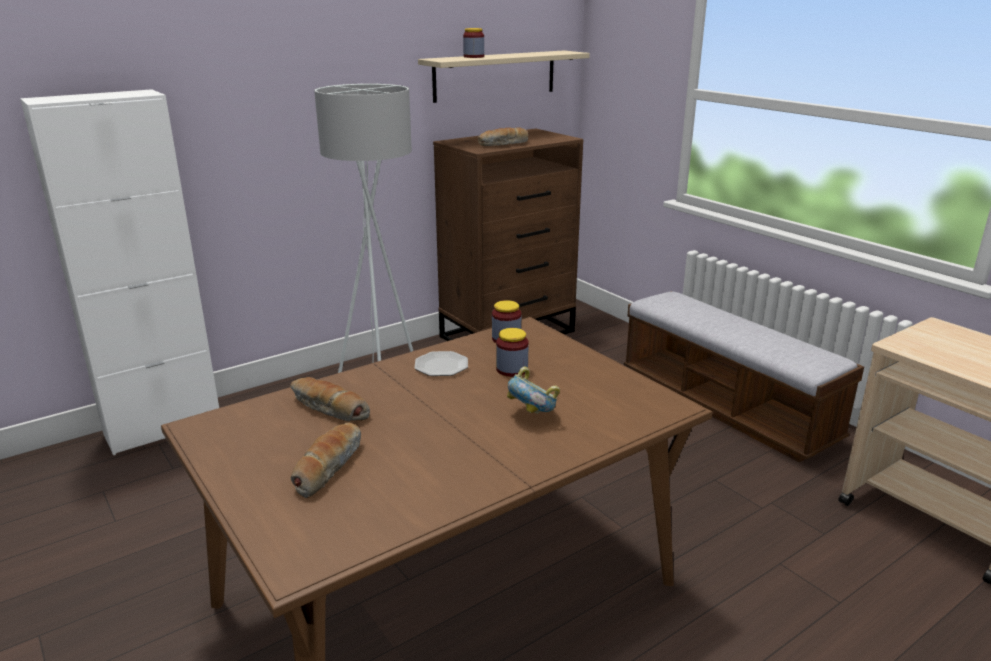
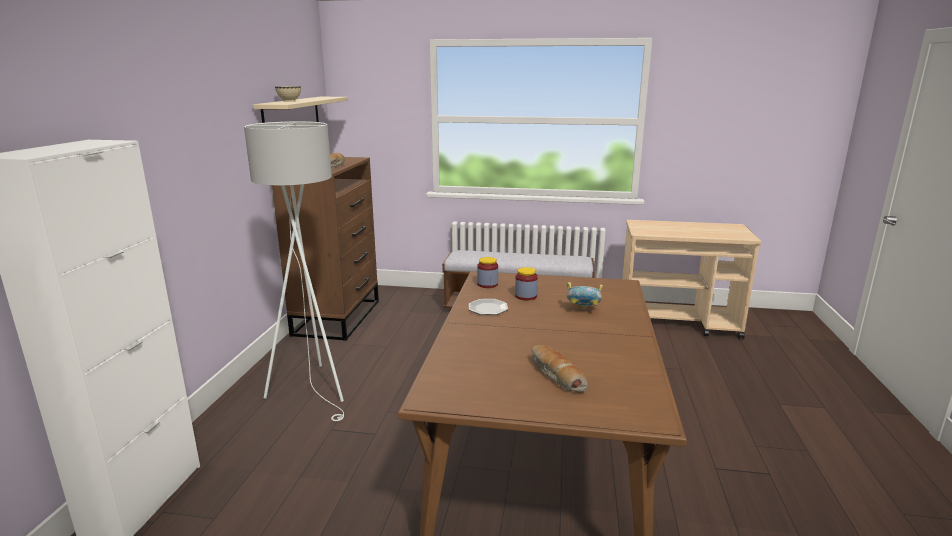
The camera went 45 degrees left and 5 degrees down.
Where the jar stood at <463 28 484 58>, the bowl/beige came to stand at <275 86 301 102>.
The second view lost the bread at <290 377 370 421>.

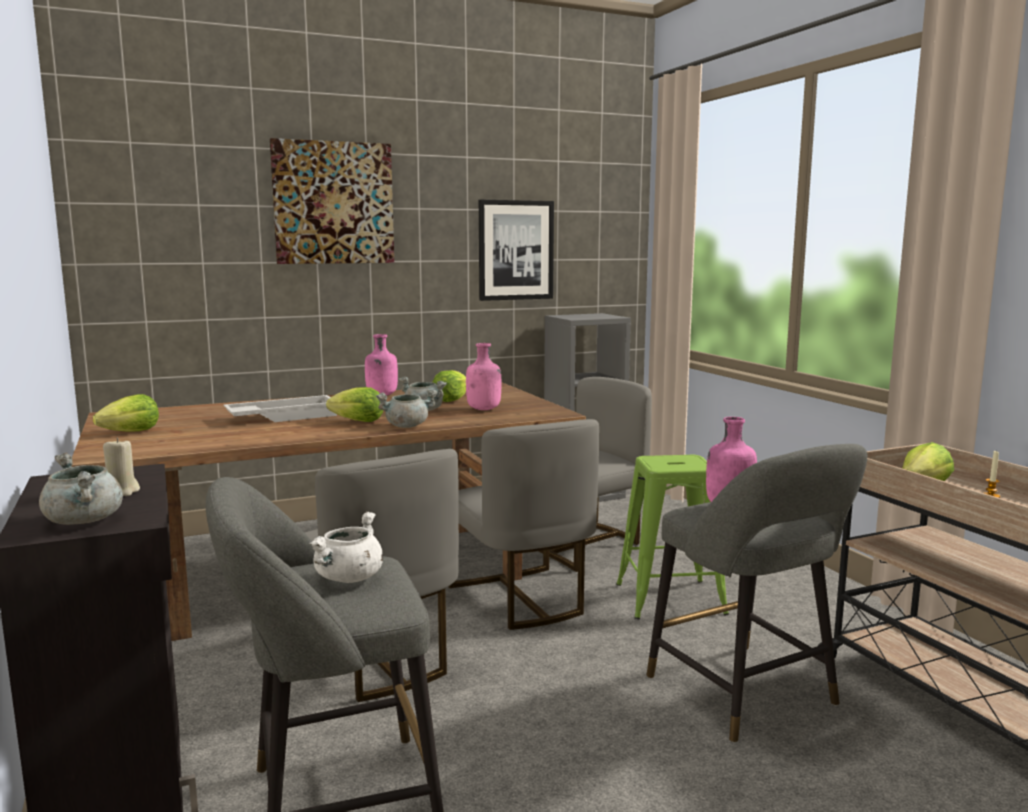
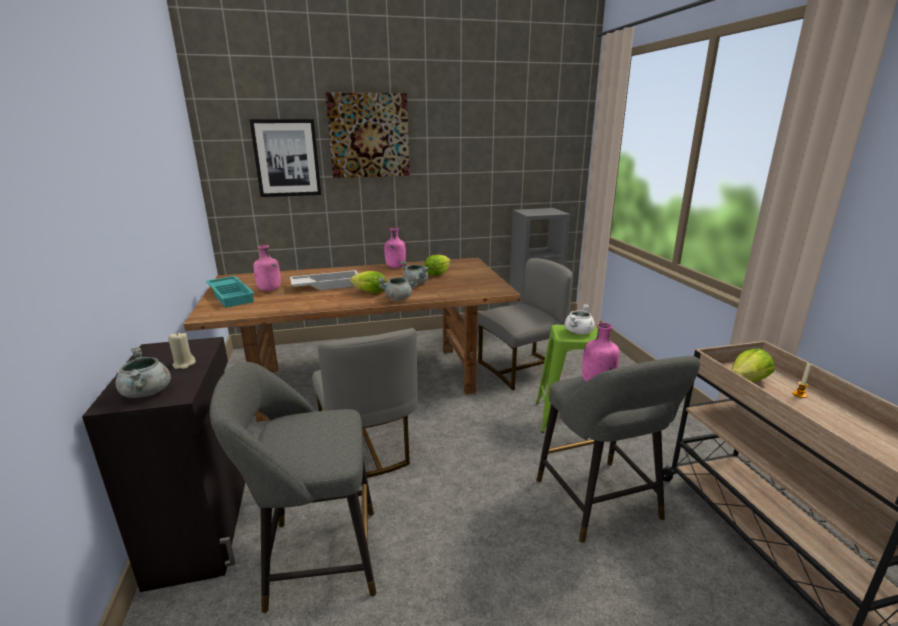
The camera went 10 degrees right and 10 degrees up.
Where the lettuce stood at <93 394 159 432>, the tray/turquoise came to stand at <206 276 255 308>.
The picture ended up elsewhere, having gone from <479 200 554 301> to <249 119 321 197>.
The bottle/pink ended up elsewhere, having gone from <466 343 501 410> to <254 245 281 291>.
The cooking pot/white ended up elsewhere, having gone from <309 512 383 583> to <565 304 595 335>.
The second view lost the chair/grey at <448 419 599 630>.

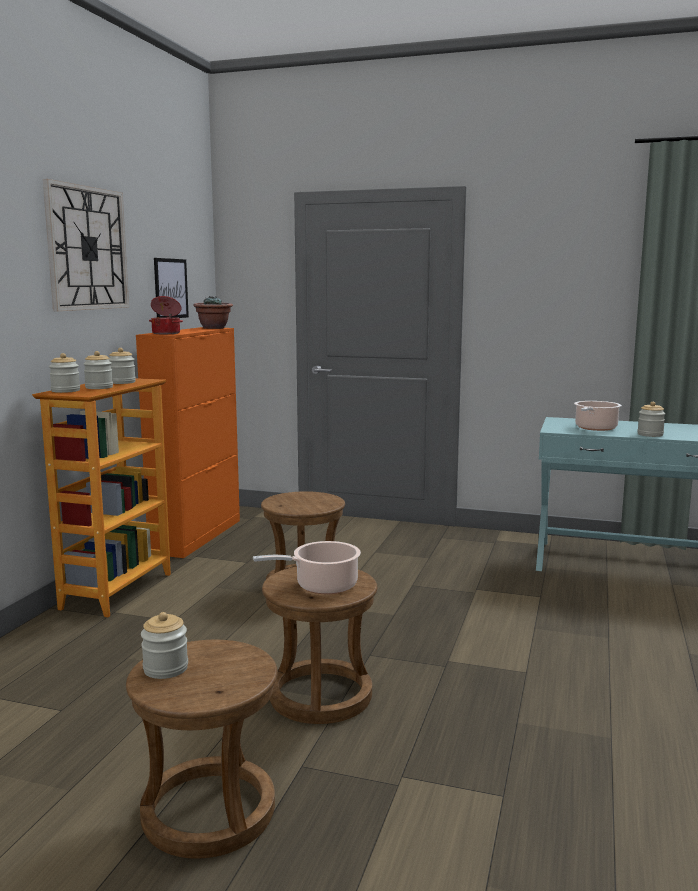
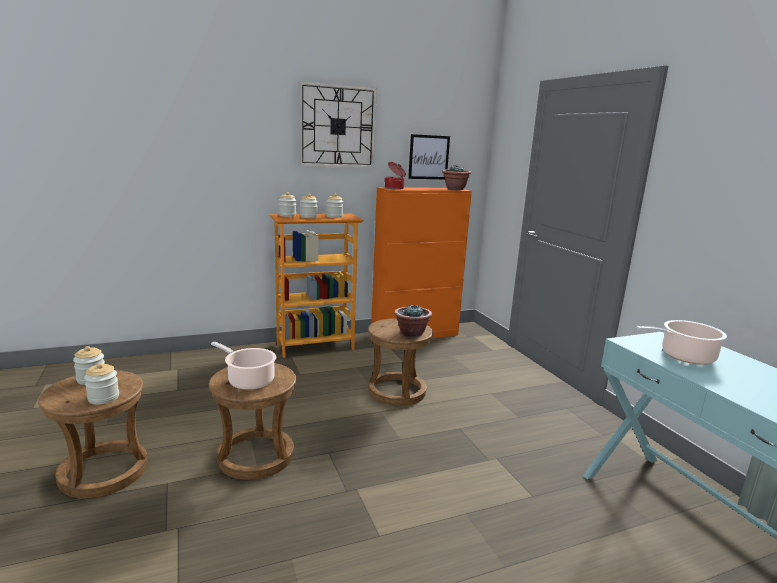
The camera went 50 degrees right and 5 degrees up.
The jar ended up elsewhere, having gone from <637 402 666 437> to <84 363 119 405>.
The second view gained the potted plant at <394 304 432 338>.

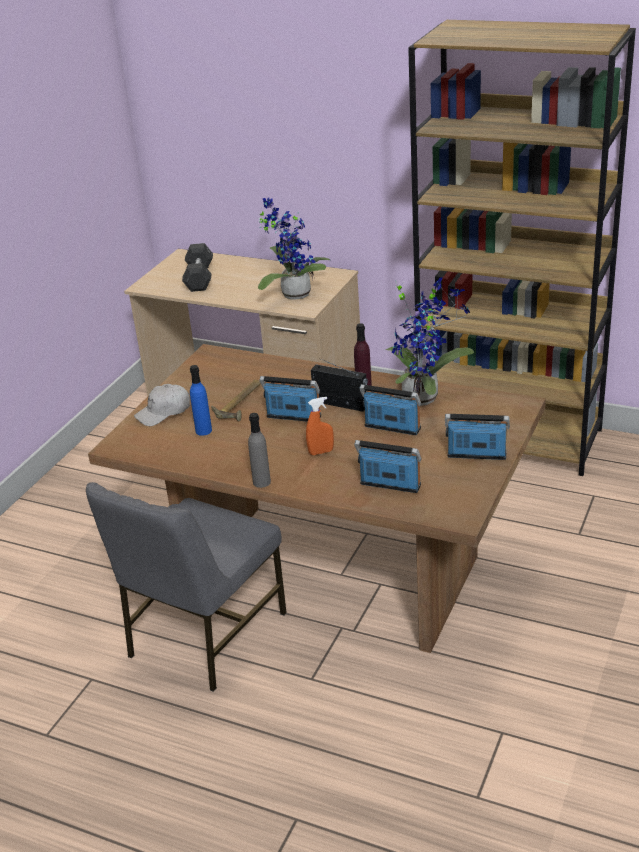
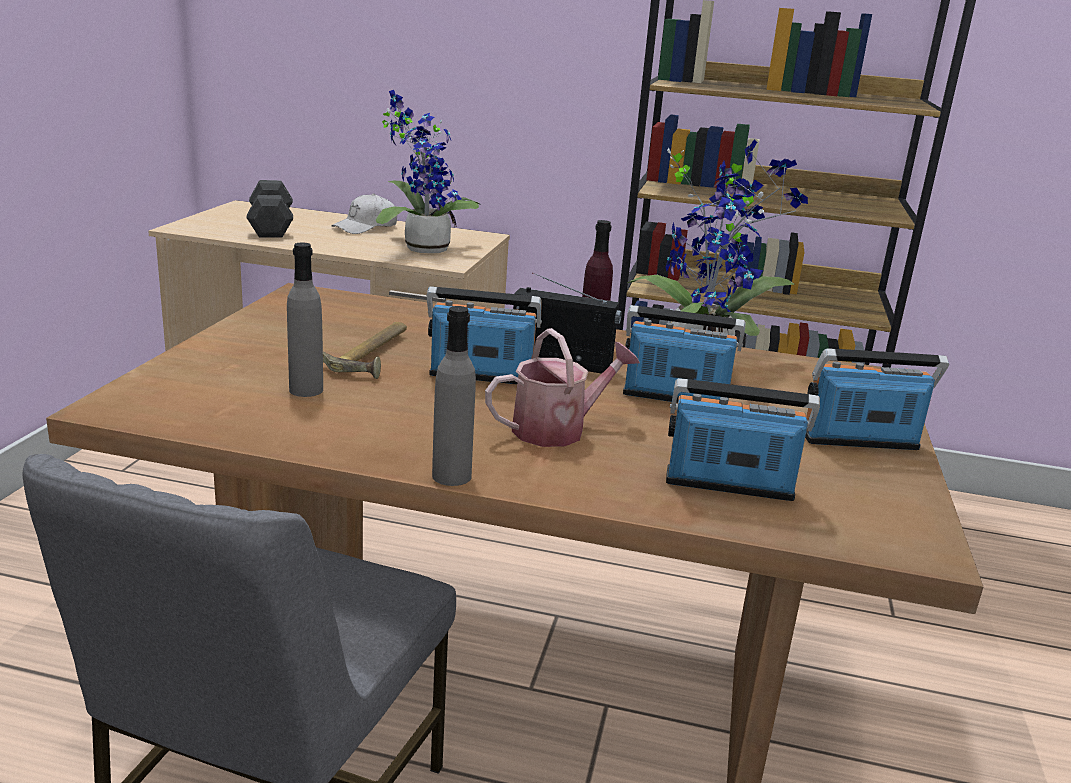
The camera went 15 degrees left and 10 degrees down.
What was the bottle/blue at <190 365 212 436> turned into the bottle/grey at <287 243 323 397>.
The cap/white ended up elsewhere, having gone from <134 384 190 426> to <331 193 397 234>.
Where the spray bottle/orange stood at <306 397 334 455>, the watering can came to stand at <485 328 640 447>.

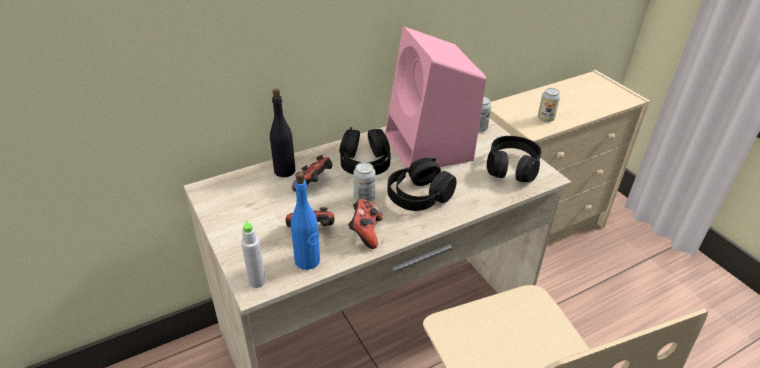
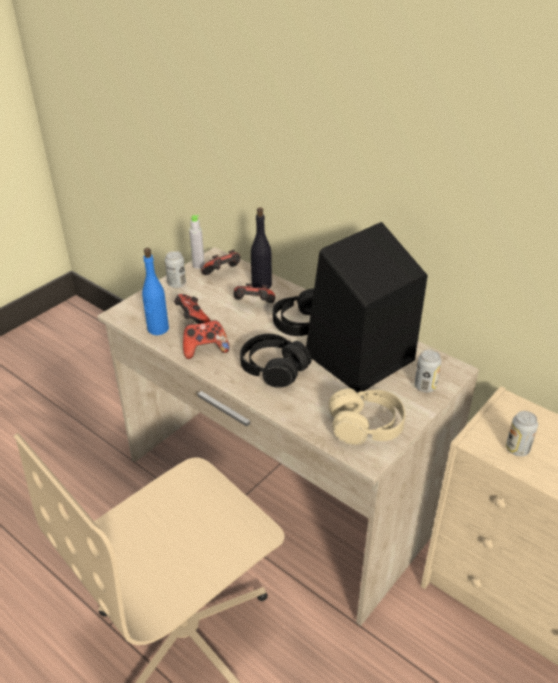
The camera went 70 degrees right and 0 degrees up.
The can ended up elsewhere, having gone from <354 162 375 202> to <165 251 186 288>.
The bottle/grey ended up elsewhere, having gone from <241 221 266 288> to <189 215 205 269>.
The second view gained the game controller at <201 250 240 275>.
What was the speaker/pink at <385 26 486 168> turned into the speaker/black at <306 222 428 392>.
What was the headphones/black at <487 136 541 182> turned into the headphones/beige at <328 388 405 445>.

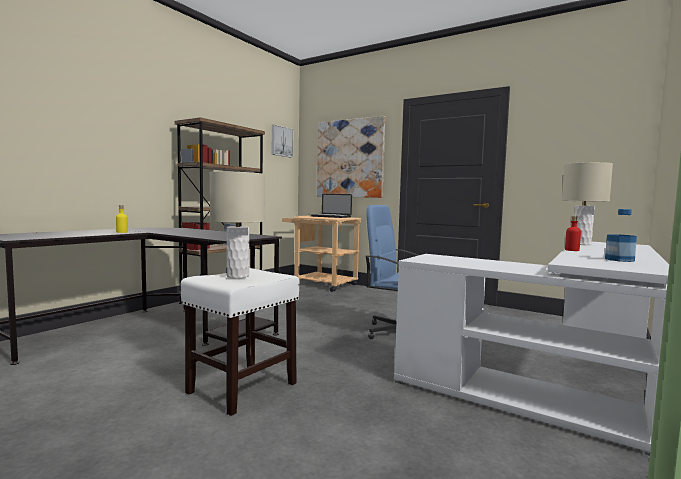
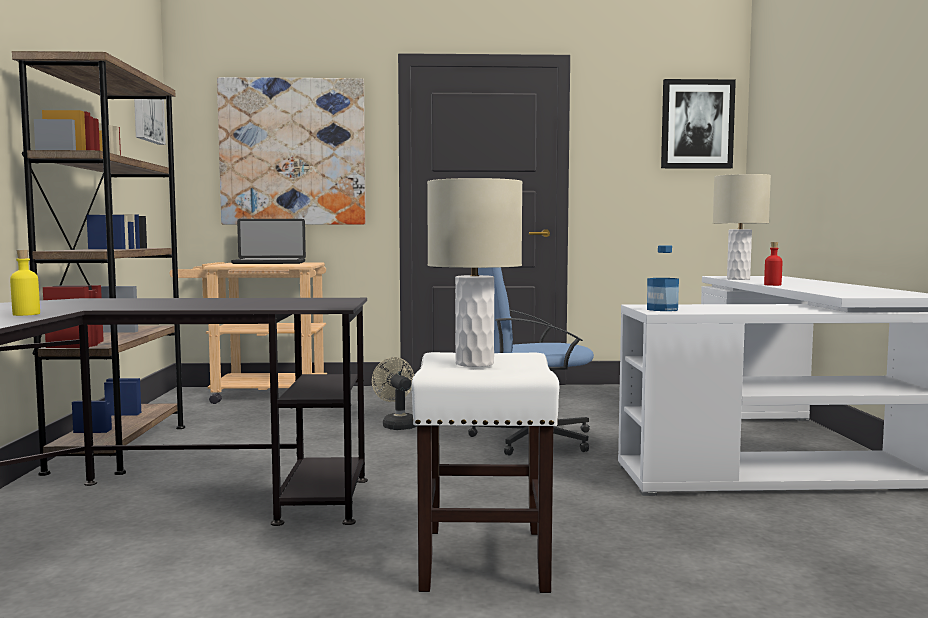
The camera went 35 degrees left and 0 degrees up.
The second view gained the fan/beige at <372 357 417 430>.
The bottle ended up elsewhere, having gone from <605 209 637 262> to <647 245 679 311>.
The second view gained the picture at <661 79 736 169>.

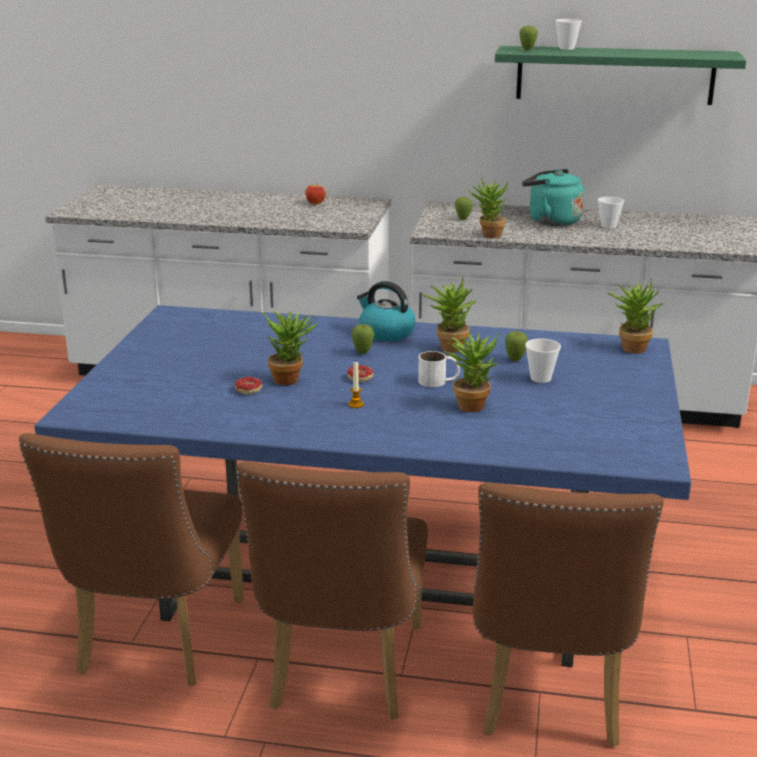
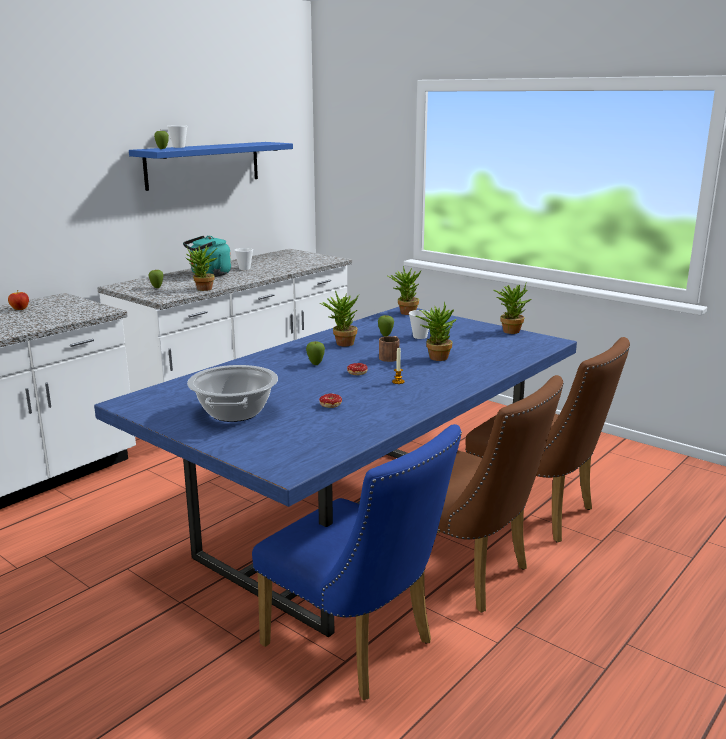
The camera went 60 degrees left and 5 degrees down.
What was the shelf/green at <495 46 746 105> turned into the shelf/blue at <129 142 293 191>.
The second view gained the cooking pot at <187 365 278 422>.
What was the chair/brown at <19 433 244 686> turned into the chair/blue at <252 424 462 700>.
What was the mug/white at <418 351 460 387> turned into the mug/brown at <379 336 399 362>.
The potted plant ended up elsewhere, having gone from <260 311 318 385> to <493 281 531 334>.
The second view lost the kettle at <357 281 416 341>.

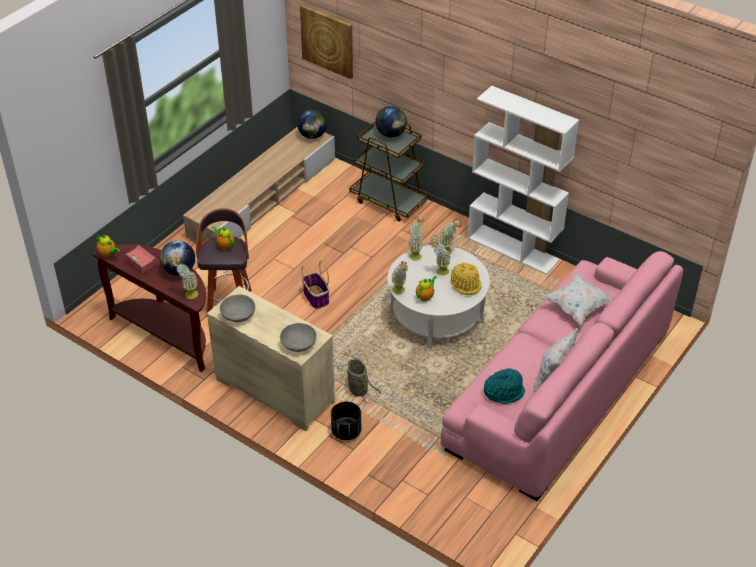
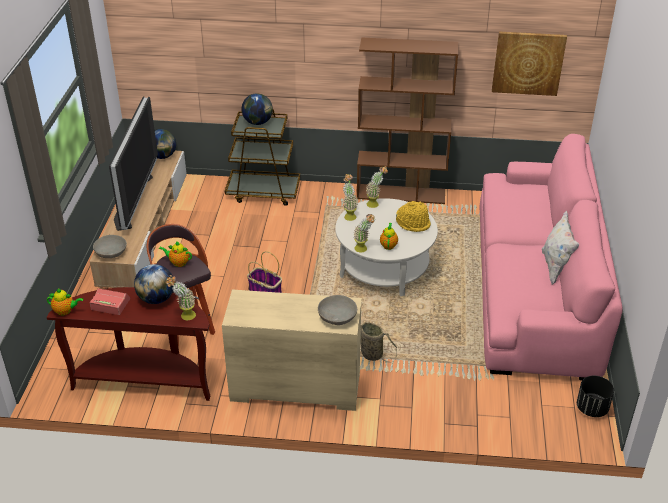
The camera went 30 degrees left and 5 degrees down.
The bowl/grey ended up elsewhere, having gone from <220 294 255 322> to <93 235 127 258>.
The second view gained the television at <109 97 158 231>.
What was the bookcase/white at <468 86 579 275> turned into the bookcase/brown at <357 37 458 204>.
The picture ended up elsewhere, having gone from <300 5 353 79> to <492 32 567 96>.
The planter/black ended up elsewhere, having gone from <331 401 361 440> to <577 376 614 417>.
The second view lost the potted plant at <430 238 451 276>.
The second view lost the hat/turquoise at <484 368 525 404>.
The second view lost the pillow/white at <542 274 614 325>.

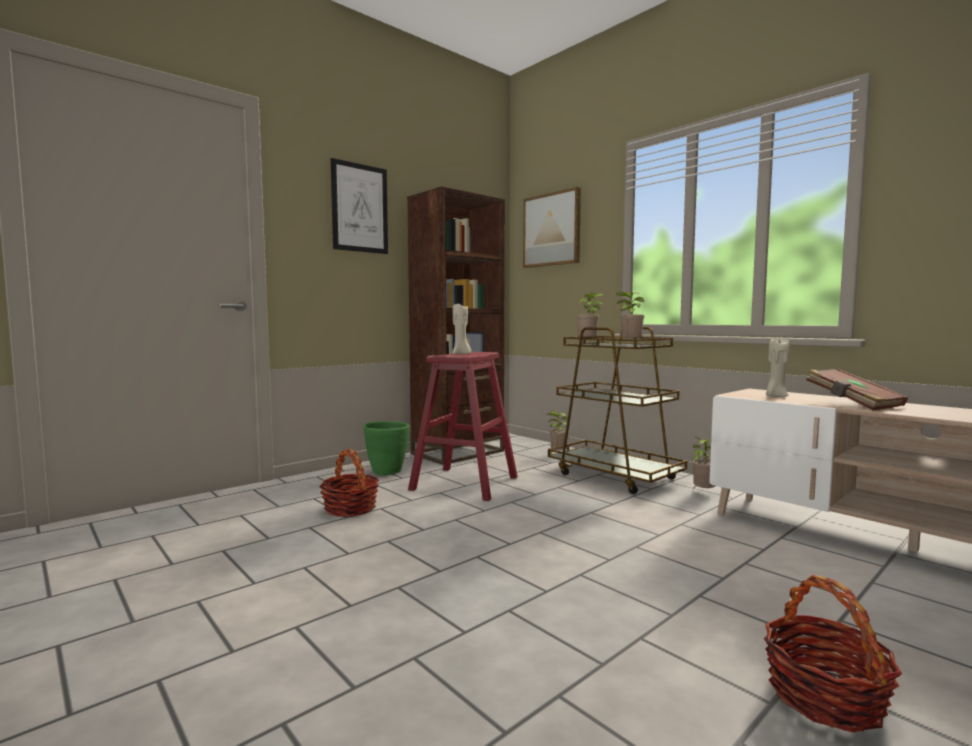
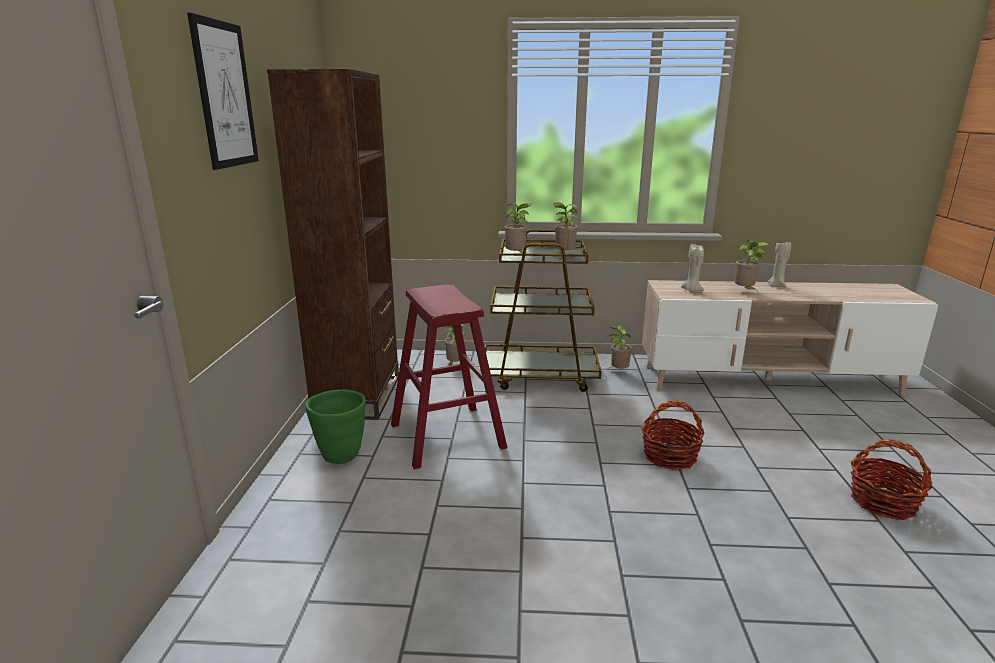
The camera went 45 degrees left and 15 degrees up.
The basket ended up elsewhere, having gone from <319 449 379 517> to <641 400 704 470>.
Where the book/brown stood at <806 369 908 411>, the potted plant came to stand at <734 240 768 292>.
The candle/beige ended up elsewhere, having gone from <452 303 471 355> to <768 240 791 287>.
The second view lost the picture at <523 187 581 268>.

